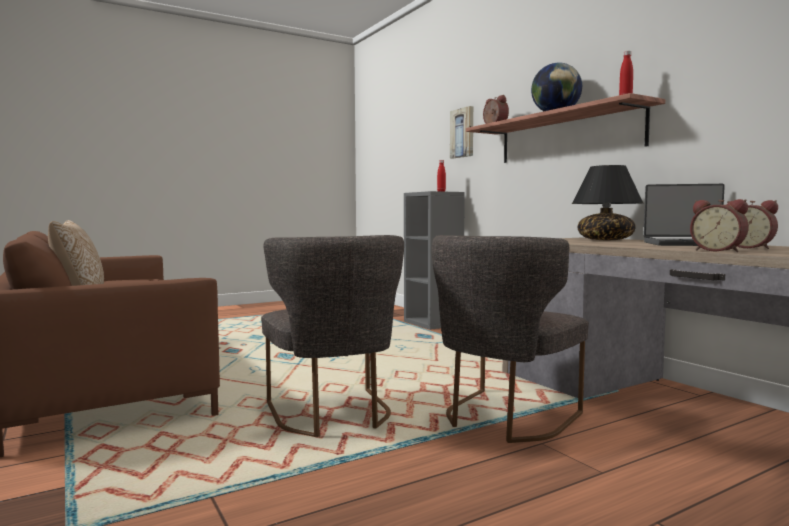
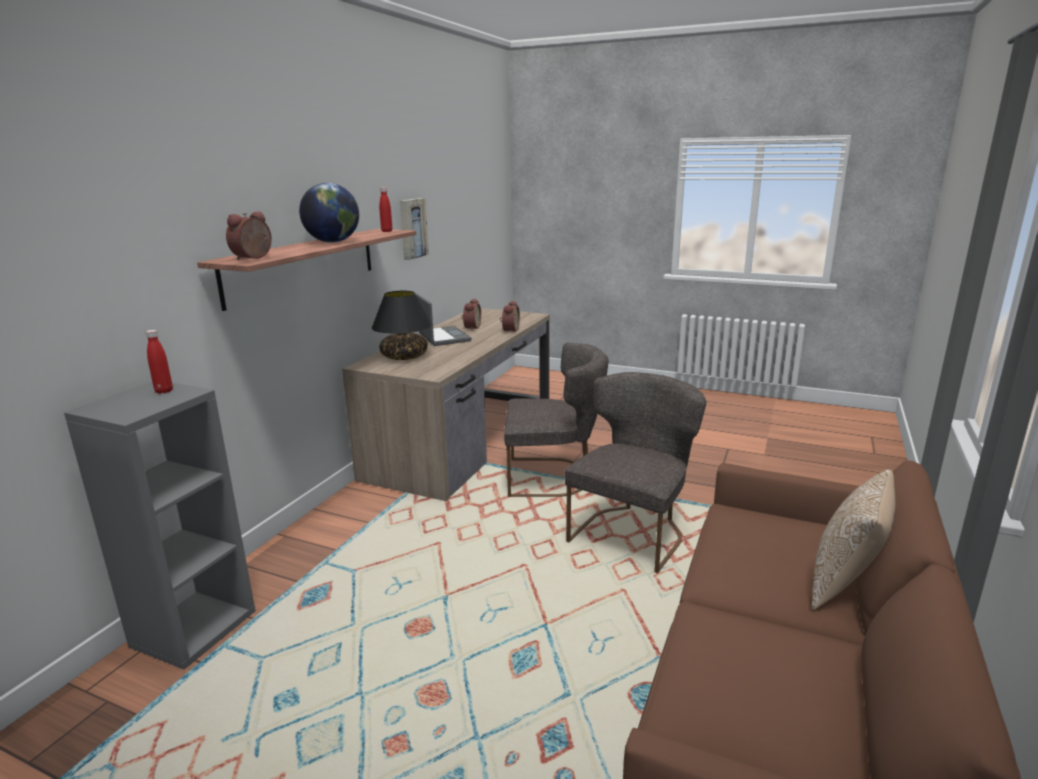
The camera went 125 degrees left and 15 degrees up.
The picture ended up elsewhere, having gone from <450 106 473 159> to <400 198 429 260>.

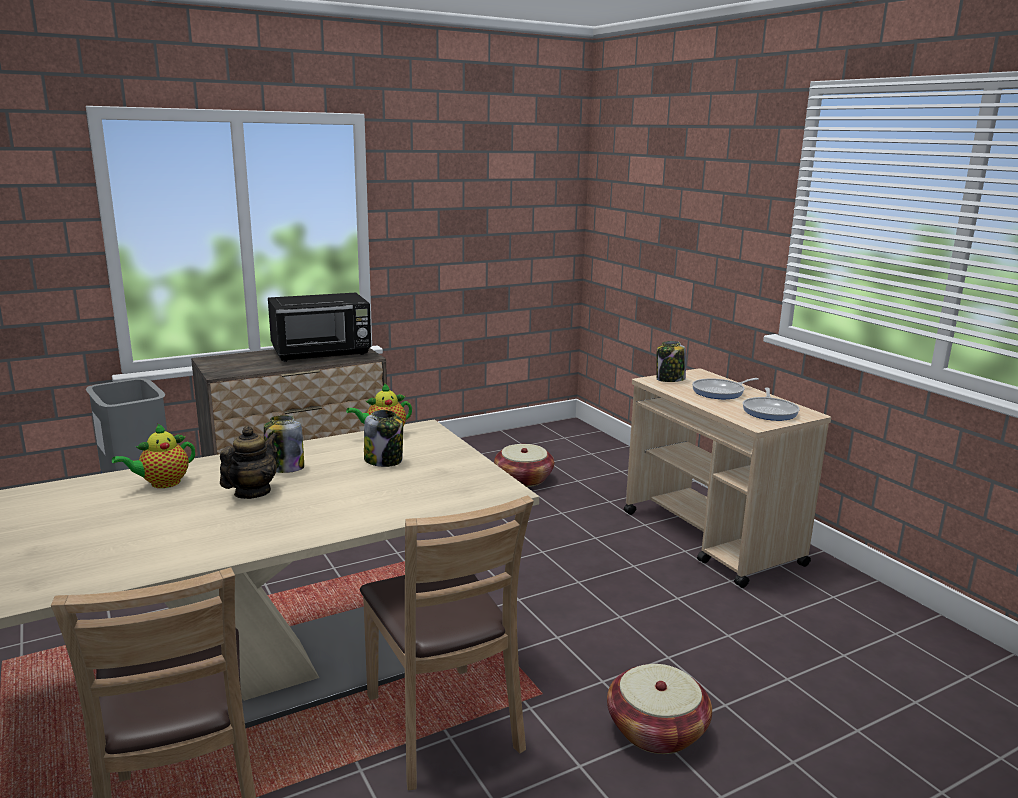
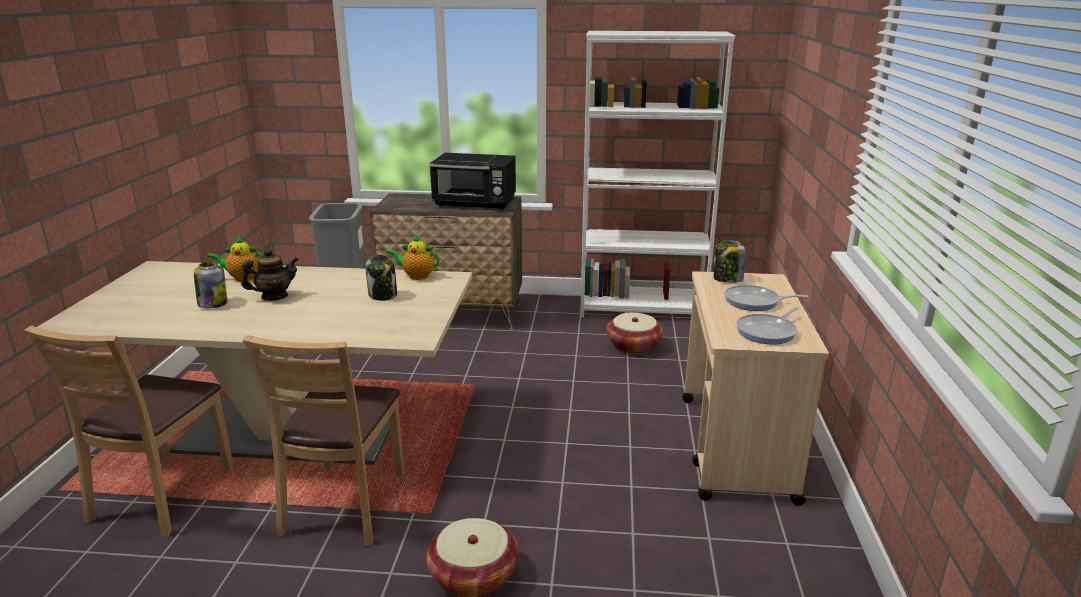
The camera went 35 degrees right and 5 degrees up.
The jar ended up elsewhere, having gone from <264 415 304 473> to <194 262 228 308>.
The second view gained the bookcase/white at <580 31 735 318>.

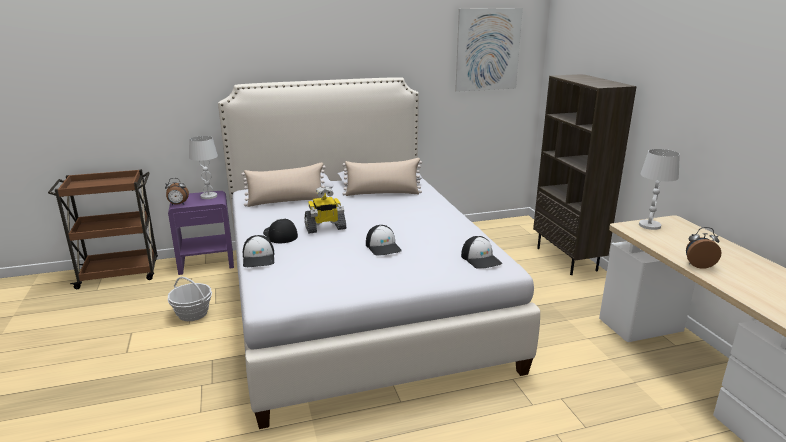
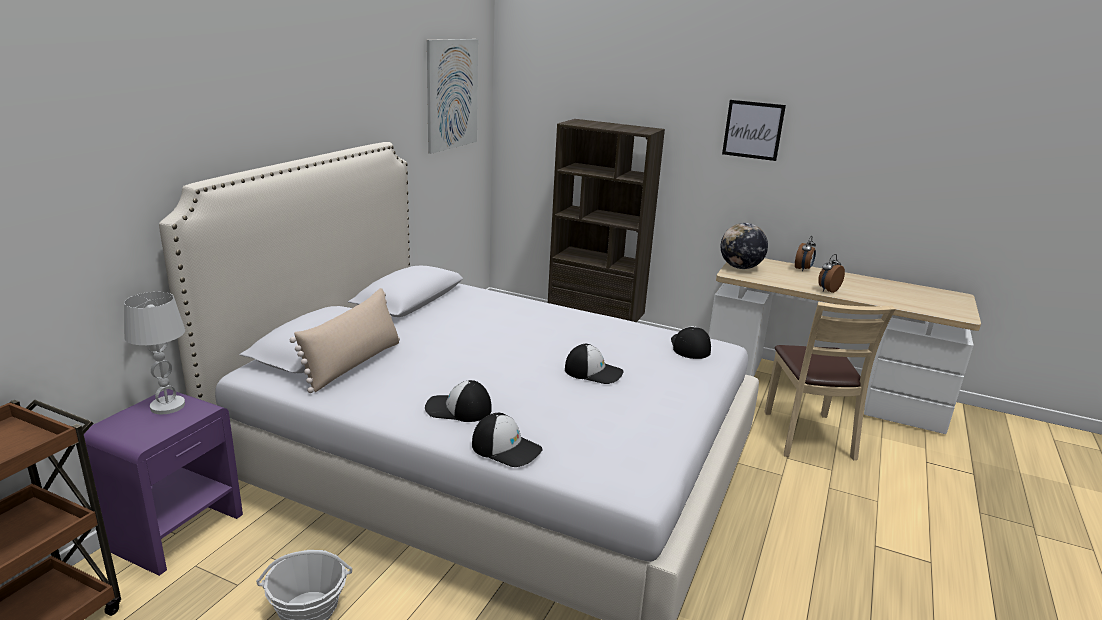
The camera went 50 degrees left and 0 degrees up.
The cap at <461 236 502 269> ended up facing another way, 105 degrees counterclockwise from before.
Where the table lamp/white stood at <639 149 680 230>, the globe came to stand at <721 223 768 269>.
The second view gained the picture at <722 100 786 161>.
The second view gained the chair/beige at <764 302 896 460>.
The alarm clock ended up elsewhere, having gone from <165 178 189 205> to <795 236 816 271>.
The second view lost the toy robot at <304 186 346 234>.
The second view lost the pillow/beige at <342 158 422 196>.

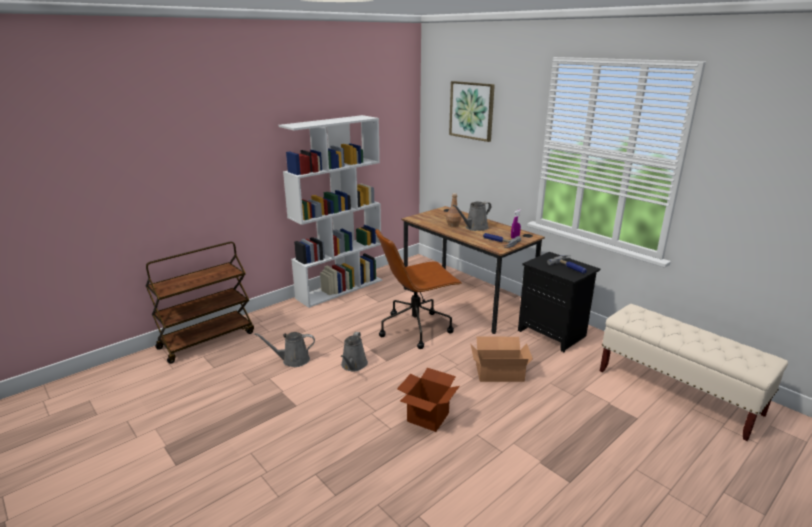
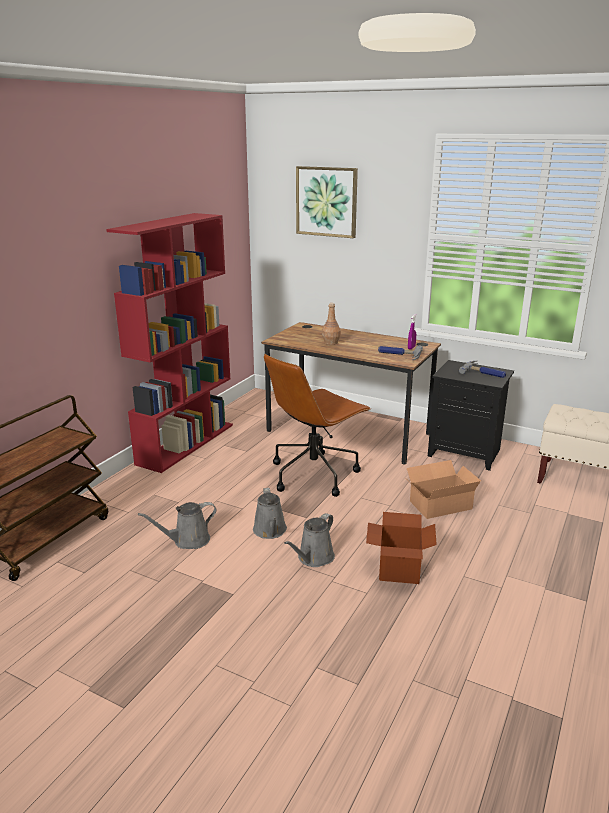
The camera went 20 degrees left and 0 degrees up.
What was the bookcase/white at <279 115 382 308> turned into the bookcase/red at <106 213 233 473>.
The watering can/grey ended up elsewhere, having gone from <453 202 492 231> to <284 513 335 567>.

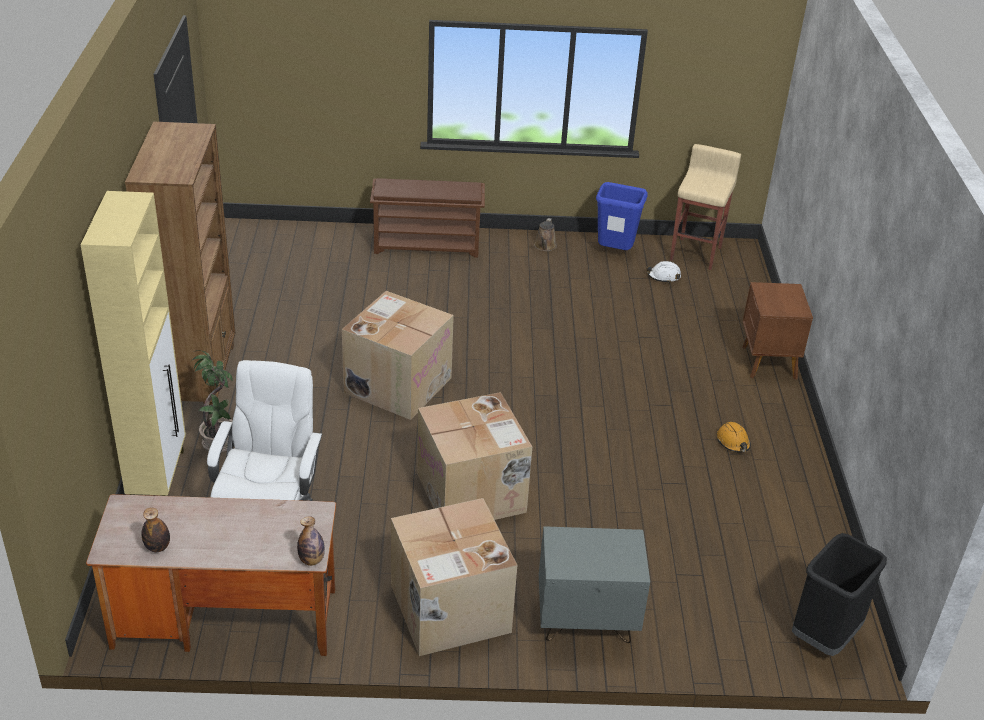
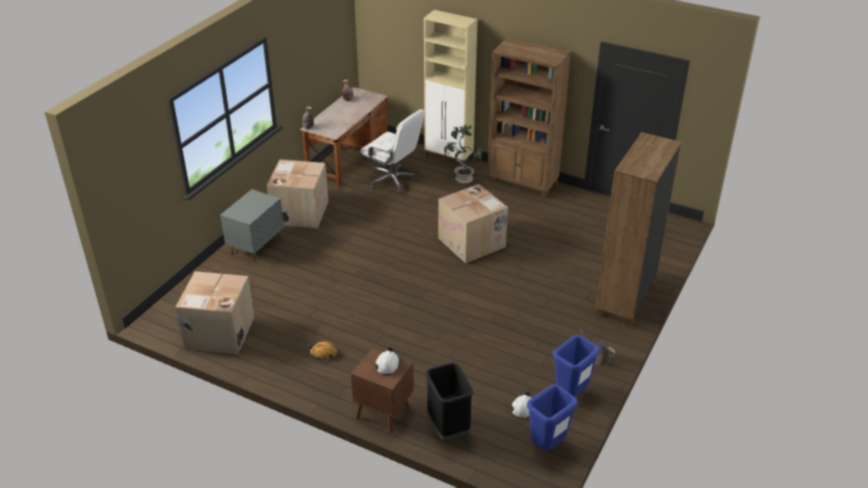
The camera went 120 degrees right and 0 degrees up.
The cardboard box ended up elsewhere, having gone from <417 392 532 520> to <175 271 254 354>.
The second view gained the hard hat/white at <375 346 400 375>.
The trash can/black ended up elsewhere, having gone from <792 533 887 656> to <426 363 473 440>.
Where the stool/beige stood at <670 144 741 270>, the trash can/blue came to stand at <527 384 578 451>.
Where the shoe rack/brown stood at <370 178 485 258>, the bookcase/brown came to stand at <596 132 681 327>.

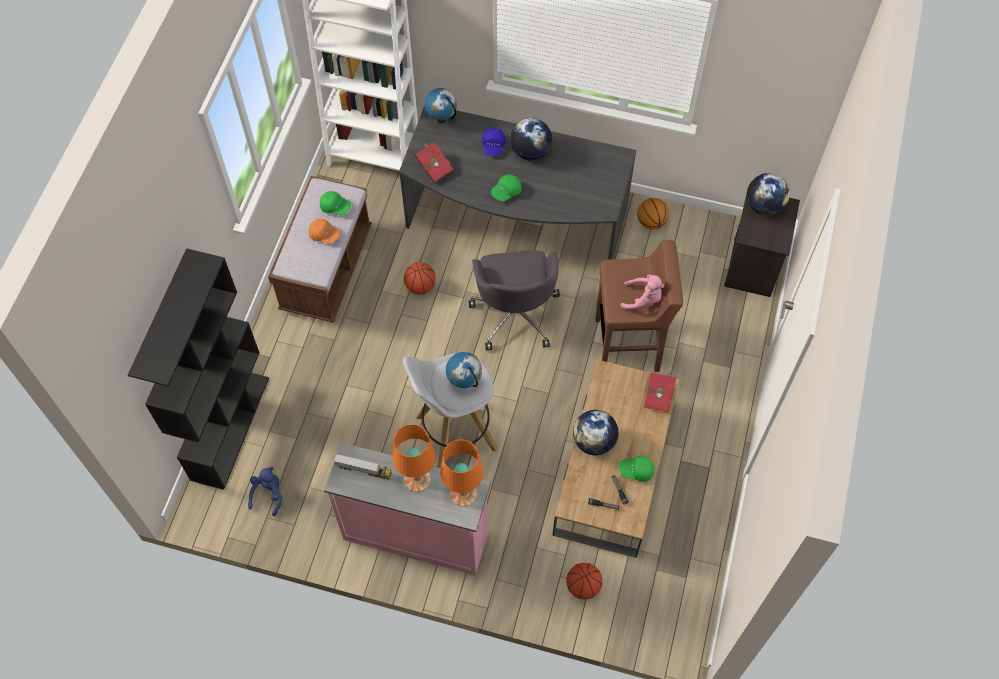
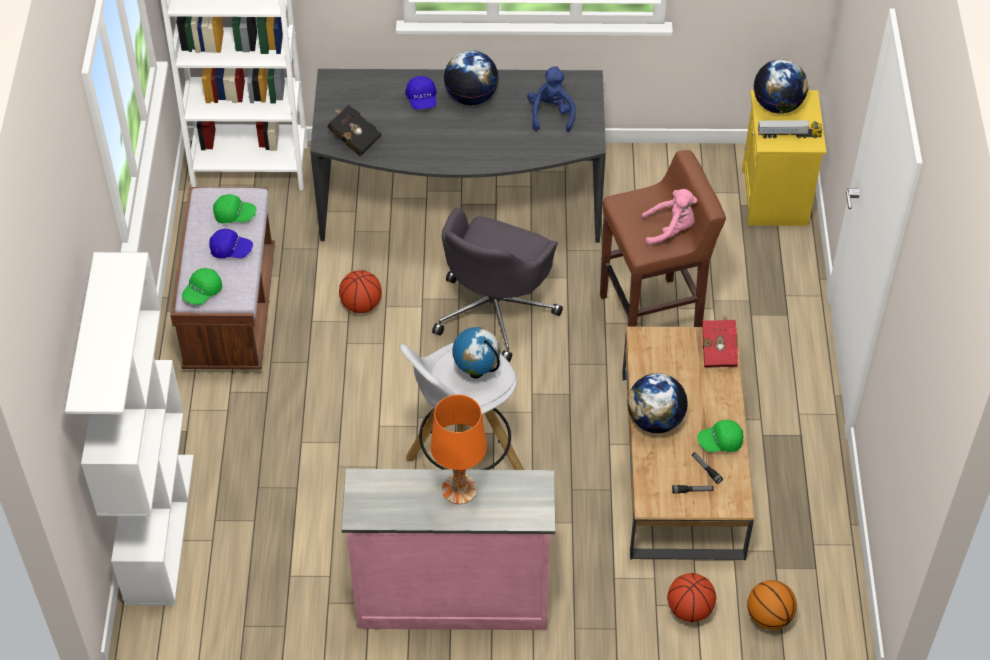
The camera went 15 degrees left and 10 degrees down.
What was the bookcase/black at <128 248 269 490> turned into the bookcase/white at <65 252 194 606>.
The cap/green ended up elsewhere, having gone from <491 174 522 201> to <182 268 222 305>.
What was the cap/orange at <309 219 340 244> turned into the cap/blue at <209 229 253 258>.
What was the book/red at <415 143 454 183> turned into the book/black at <327 105 381 156>.
The office chair/grey at <469 251 560 350> ended up facing another way, 45 degrees clockwise from before.
The plush toy/blue ended up elsewhere, having gone from <248 467 282 516> to <527 66 576 132>.
What was the nightstand/black at <724 193 800 297> turned into the nightstand/yellow at <742 90 827 226>.
The basketball ended up elsewhere, having gone from <637 198 669 229> to <747 580 797 630>.
The toy truck ended up elsewhere, having gone from <334 454 392 480> to <758 120 822 138>.
The second view lost the globe at <425 88 457 123>.
The second view lost the table lamp/orange at <440 440 483 507>.

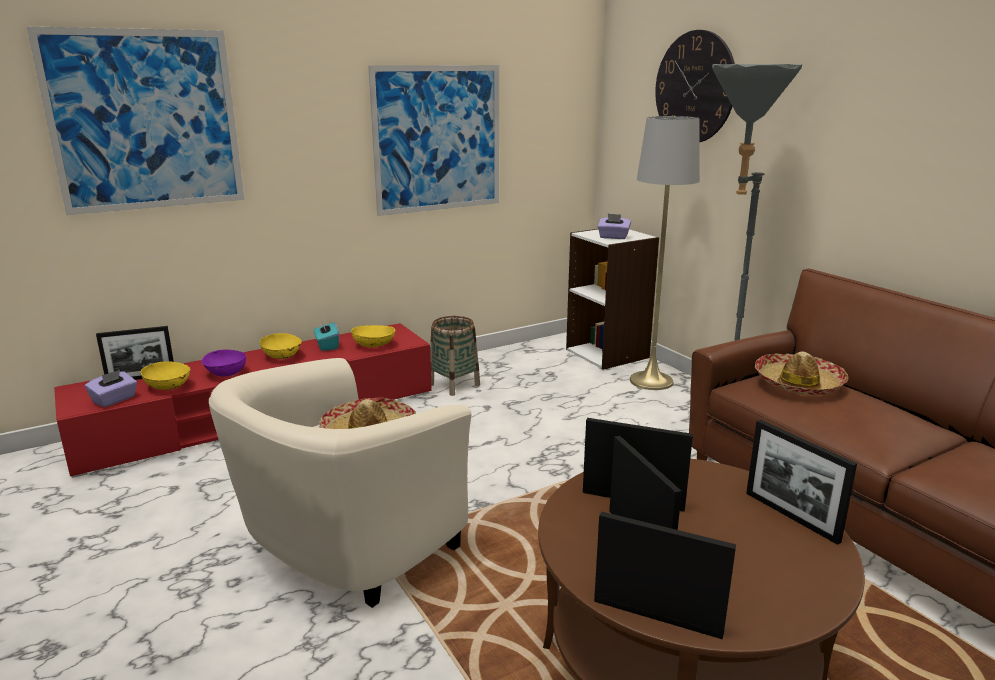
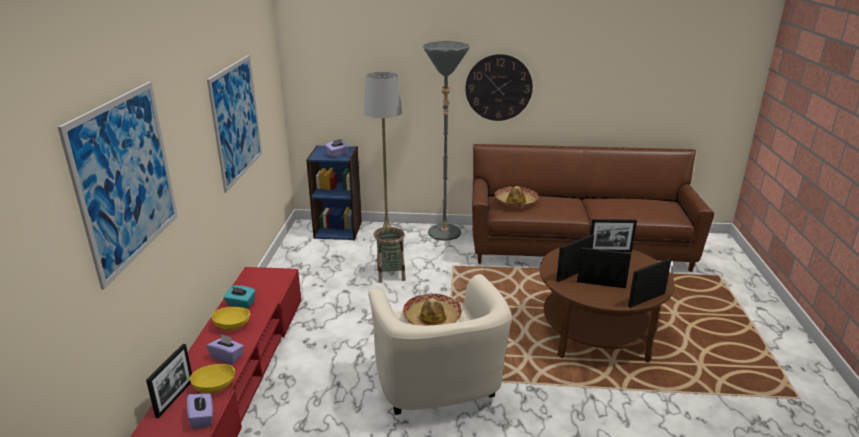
The camera went 55 degrees left and 5 degrees up.
Where the bowl/purple stood at <201 349 246 377>, the tissue box/purple came to stand at <207 334 244 364>.
What was the bookcase/white at <566 229 659 370> turned into the bookcase/blue at <306 145 362 240>.
The basket ended up elsewhere, having gone from <430 316 480 396> to <375 227 406 283>.
The wall clock ended up elsewhere, having gone from <655 30 735 142> to <466 54 533 121>.
The second view lost the bowl/yellow at <351 325 395 347>.

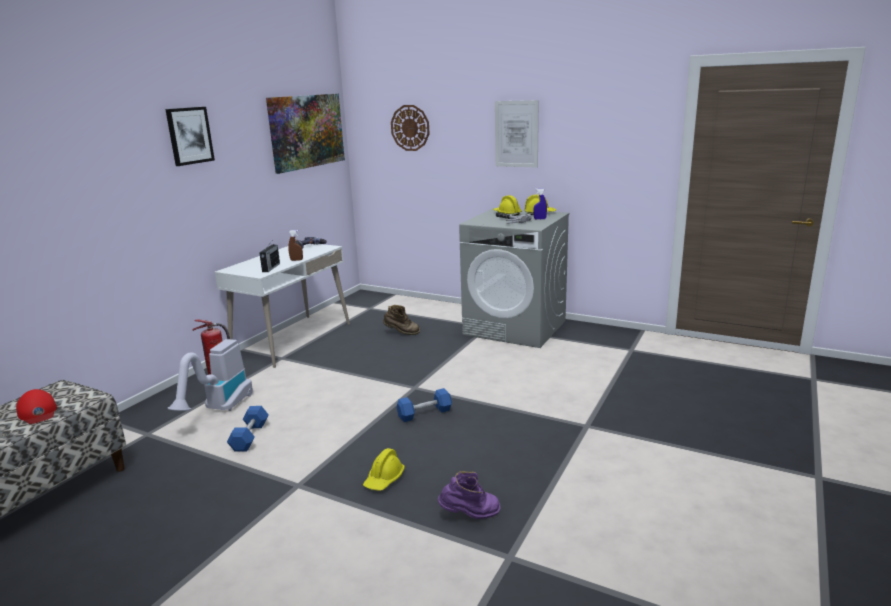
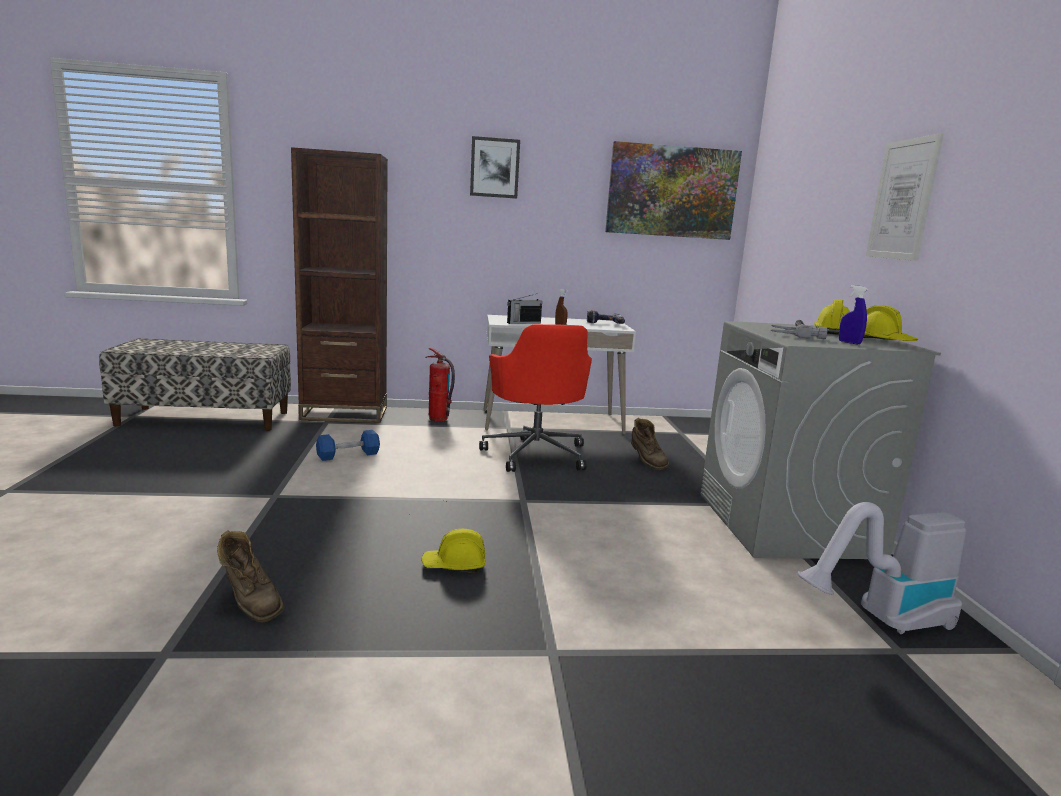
The camera went 55 degrees right and 5 degrees down.
What was the boot/purple at <438 471 500 519> turned into the boot/brown at <217 530 285 623>.
The second view gained the bookcase/brown at <291 147 388 423>.
The hard hat/yellow ended up elsewhere, having gone from <363 448 405 491> to <421 529 485 573>.
The second view gained the office chair/red at <479 324 592 472>.
The vacuum cleaner ended up elsewhere, having gone from <168 339 253 411> to <797 502 966 634>.
The second view lost the cap/red at <16 389 57 424>.
The second view lost the wall clock at <391 105 429 151>.
The second view lost the dumbbell/blue at <397 388 452 422>.

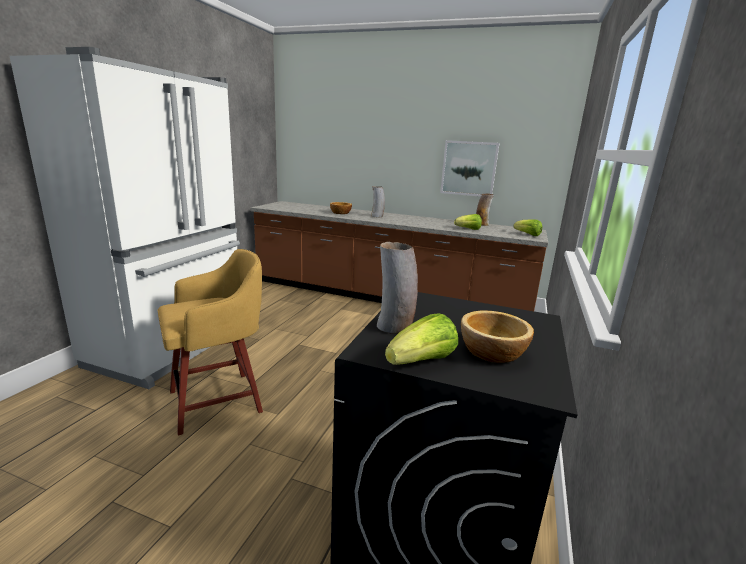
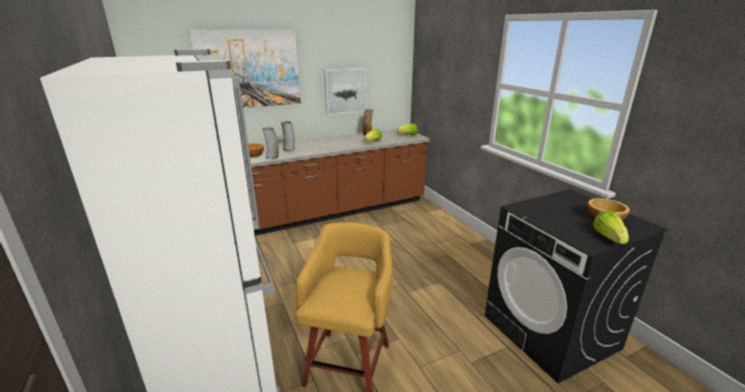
The camera went 45 degrees left and 5 degrees up.
The second view gained the picture at <189 30 301 108>.
The vase ended up elsewhere, having gone from <377 242 418 334> to <262 127 279 159>.

